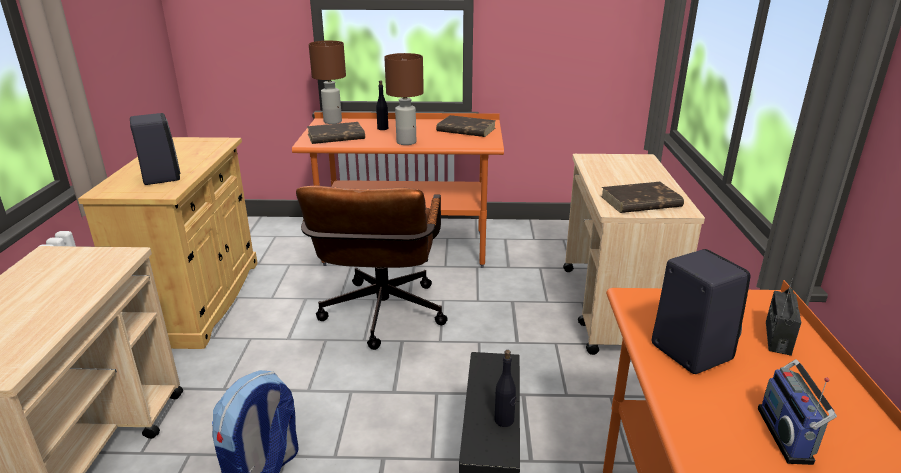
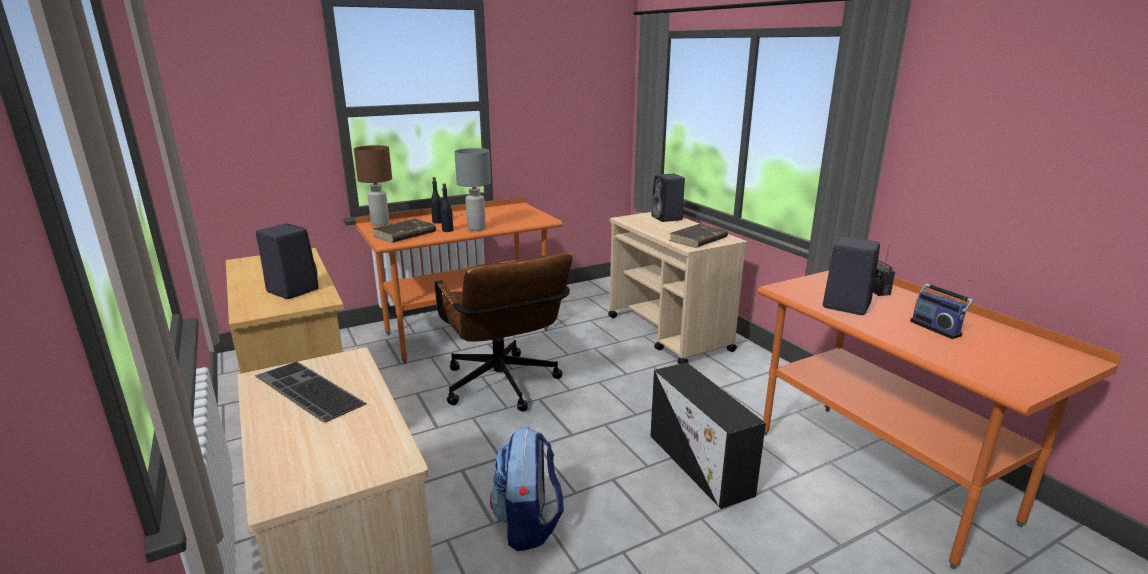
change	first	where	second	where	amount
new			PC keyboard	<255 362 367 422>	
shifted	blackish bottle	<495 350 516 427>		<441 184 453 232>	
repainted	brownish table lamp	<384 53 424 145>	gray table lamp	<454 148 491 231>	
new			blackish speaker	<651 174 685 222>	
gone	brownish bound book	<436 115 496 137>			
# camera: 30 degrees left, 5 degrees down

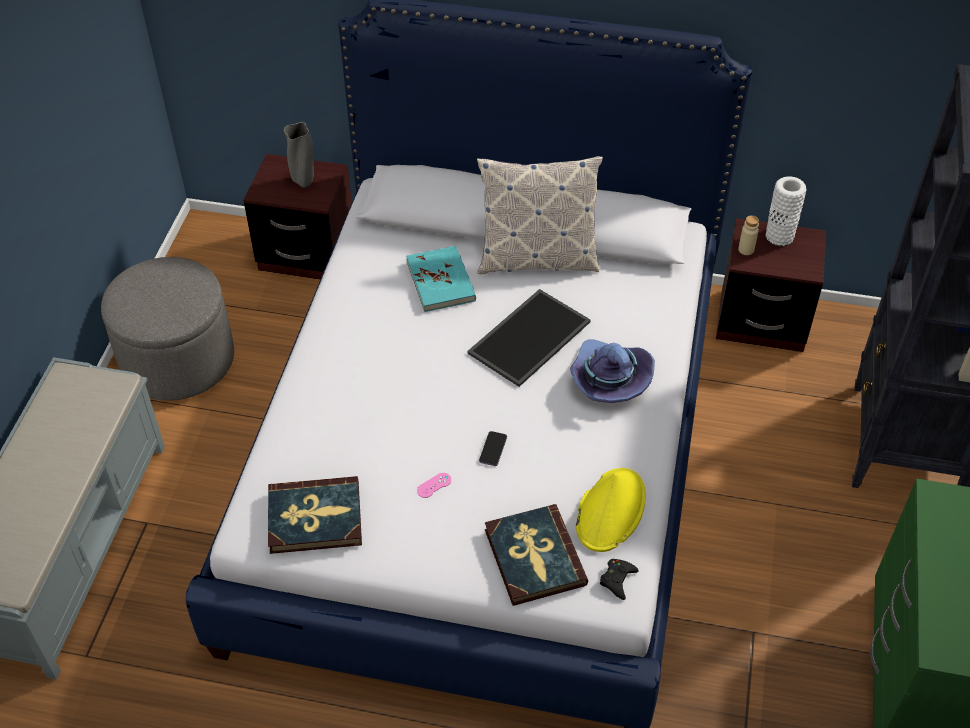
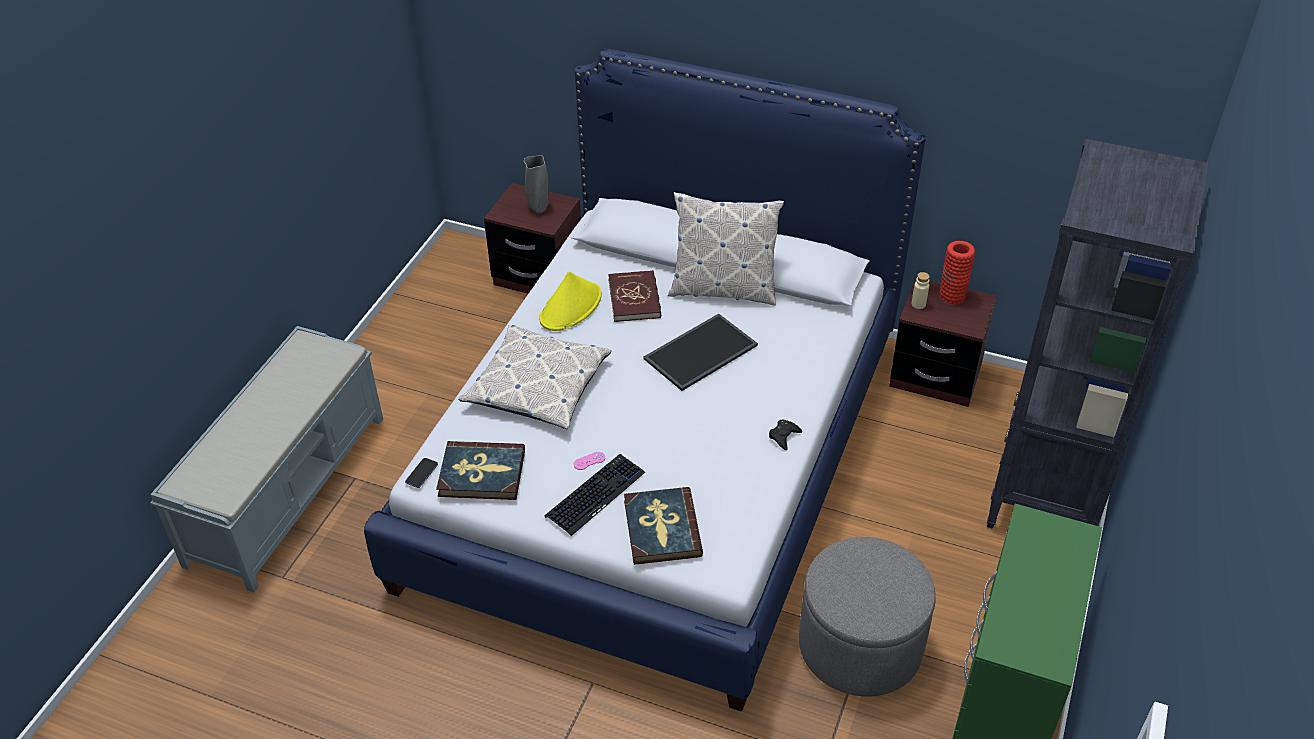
change	first	where	second	where	amount
shifted	phone	<479 431 507 466>		<405 458 438 488>	
new			pillow	<458 324 612 429>	
shifted	yellow-coloured wearable hat	<576 468 646 552>		<539 272 602 331>	
new			PC keyboard	<545 454 645 536>	
repainted	blue-green bound book	<406 246 476 312>	reddish bound book	<608 270 661 322>	
shifted	blackish joypad	<600 559 639 600>		<769 420 802 450>	
shifted	gray ottoman	<101 257 234 401>		<799 537 936 697>	
repainted	white-coloured vase	<766 176 807 246>	reddish vase	<939 241 975 305>	
gone	purple-coloured wearable hat	<570 339 655 403>			
# camera: 10 degrees right, 5 degrees down

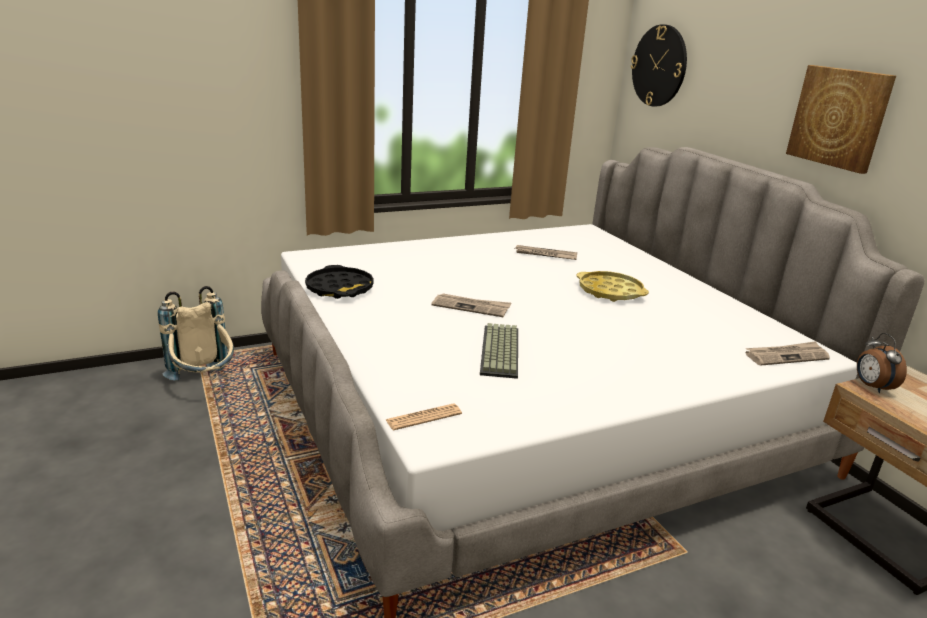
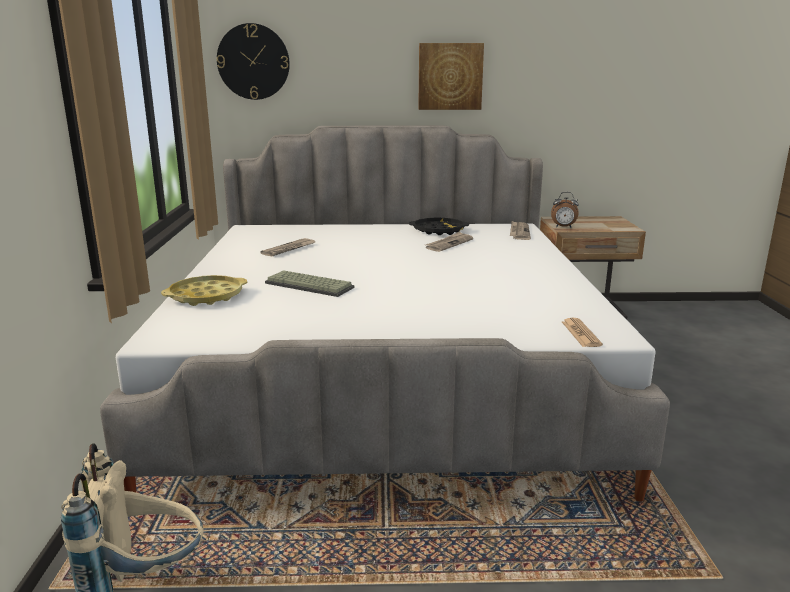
change	first	where	second	where	amount
shifted	yellow-coloured tray	<576 271 649 302>		<161 275 247 306>	
shifted	PC keyboard	<480 323 518 379>		<265 270 354 297>	
shifted	blackish tray	<305 265 374 299>		<409 218 469 235>	
shifted	daily paper	<431 293 511 317>		<426 231 473 252>	
# camera: 65 degrees left, 5 degrees down

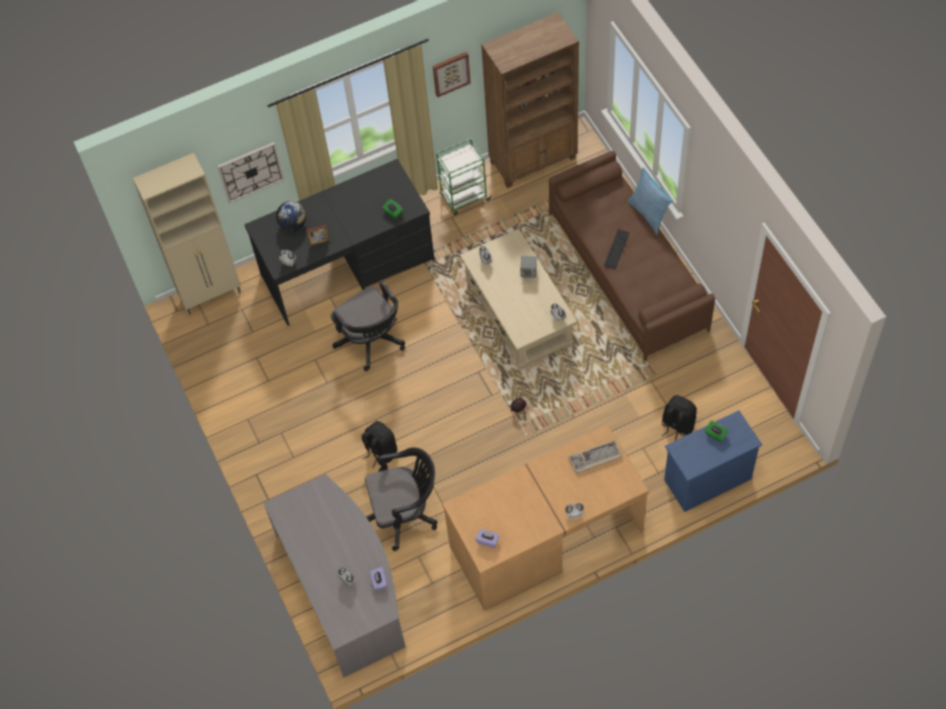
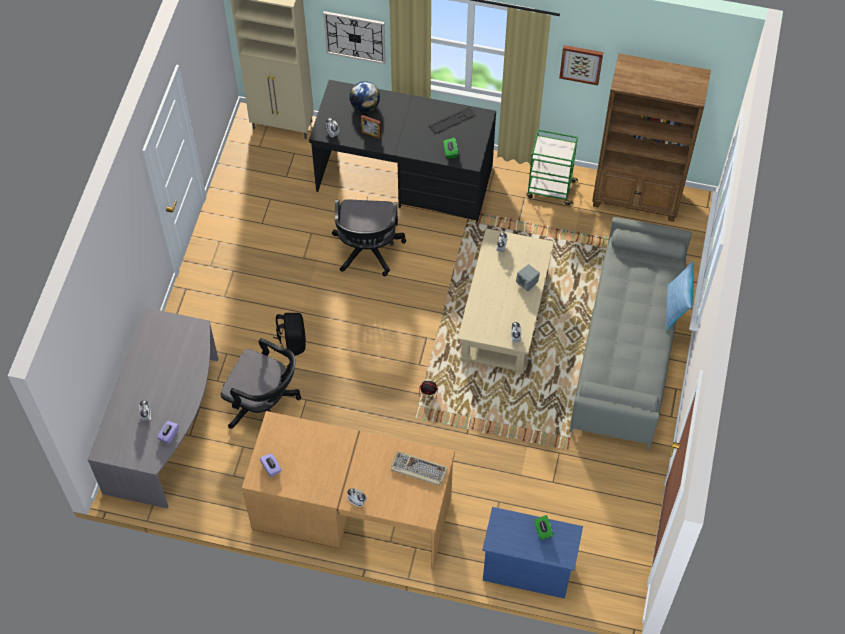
change	first	where	second	where	amount
shifted	PC keyboard	<604 229 630 269>		<429 107 476 135>	
repainted	brownish settee	<549 151 715 361>	gray settee	<570 217 692 449>	
gone	blackish rucksack	<661 395 697 441>			
# camera: 35 degrees right, 0 degrees up

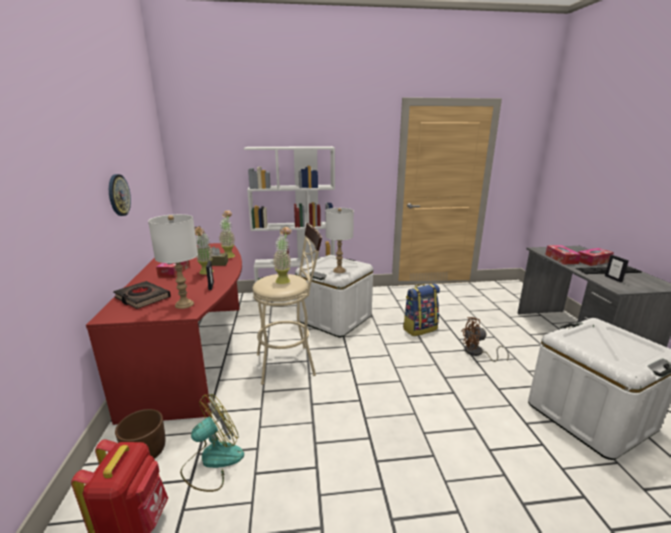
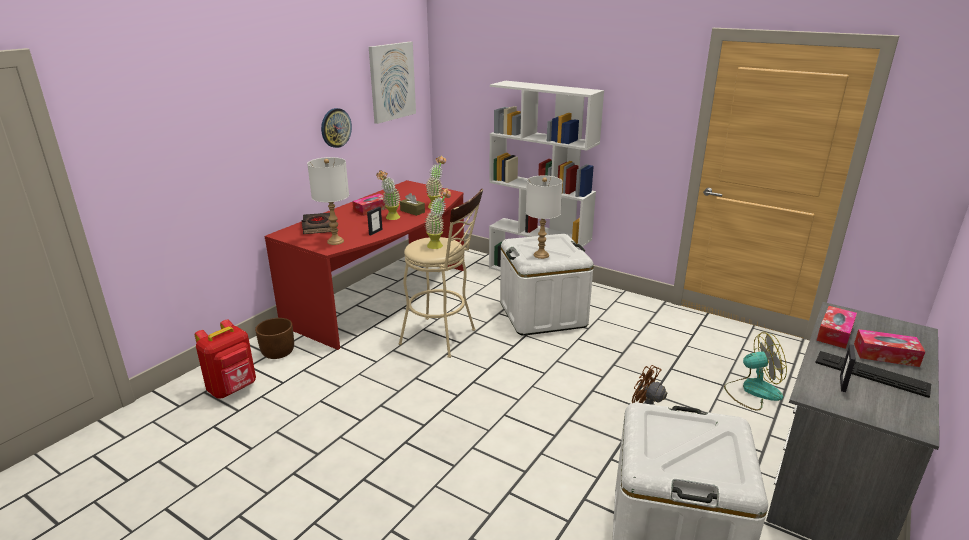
change	first	where	second	where	amount
new			wall picture	<369 42 416 124>	
shifted	cooling fan	<180 394 244 492>		<724 332 787 411>	
gone	rucksack	<403 284 440 336>			
# camera: 40 degrees right, 5 degrees up

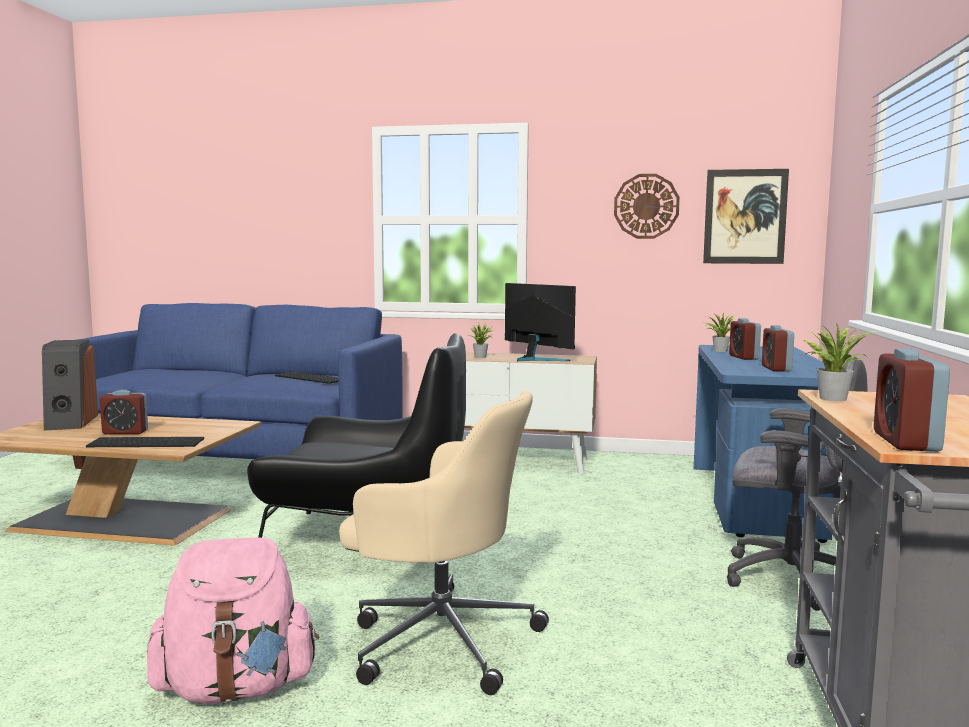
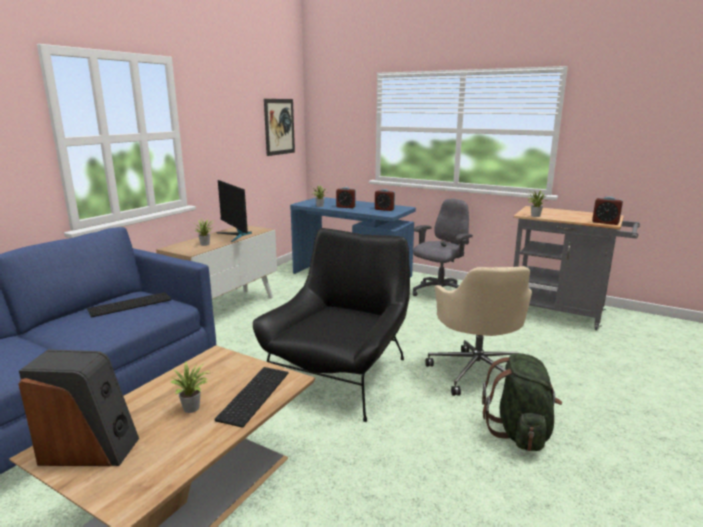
change	first	where	second	where	amount
swapped	bedside clock	<100 390 148 434>	houseplant	<170 362 209 413>	
rotated	computer screen	<505 283 576 361>		<217 180 252 242>	105 degrees counterclockwise
rotated	sand-coloured computer chair	<339 391 549 695>		<425 266 532 396>	135 degrees clockwise
repainted	pinkish rucksack	<147 538 319 704>	greenish rucksack	<482 353 562 451>	
gone	wall clock	<614 174 680 239>			
# camera: 70 degrees left, 10 degrees up

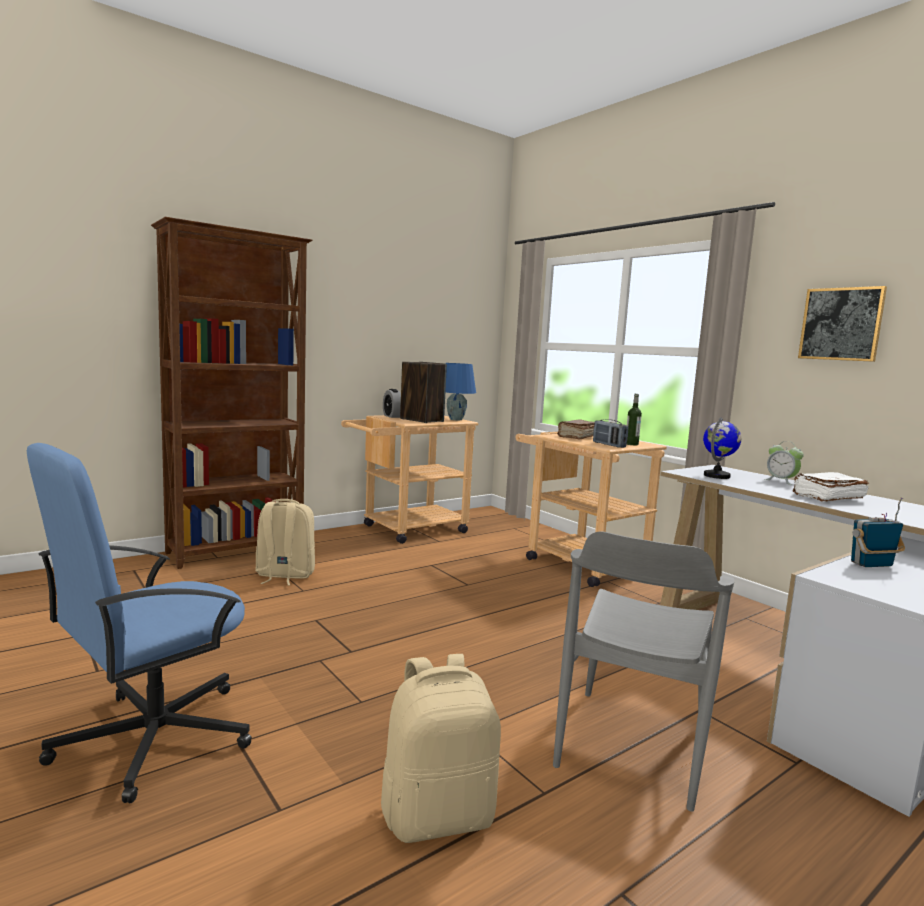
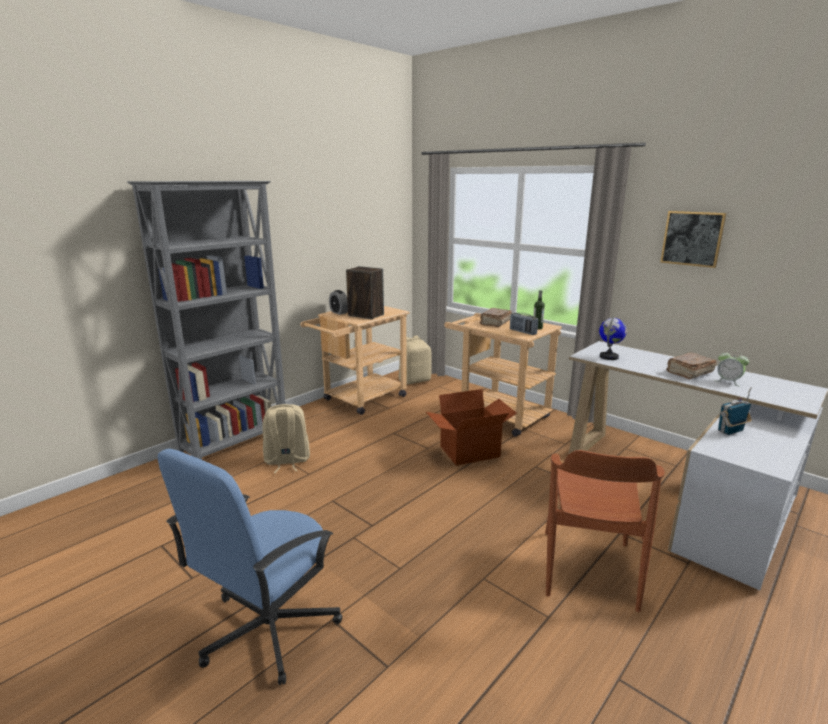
change	first	where	second	where	amount
repainted	brownish shelving unit	<151 217 313 569>	gray shelving unit	<127 181 286 460>	
shifted	sand-coloured rucksack	<381 654 501 843>		<398 335 431 385>	
new			carton	<426 389 517 466>	
repainted	gray upright chair	<553 531 734 812>	brownish upright chair	<545 450 665 612>	
repainted	white-coloured bound book	<793 472 869 502>	brownish bound book	<666 353 717 379>	
shifted	bedside clock	<765 441 804 485>		<716 350 749 386>	
gone	blue table lamp	<445 363 476 420>			
# camera: 10 degrees left, 10 degrees up

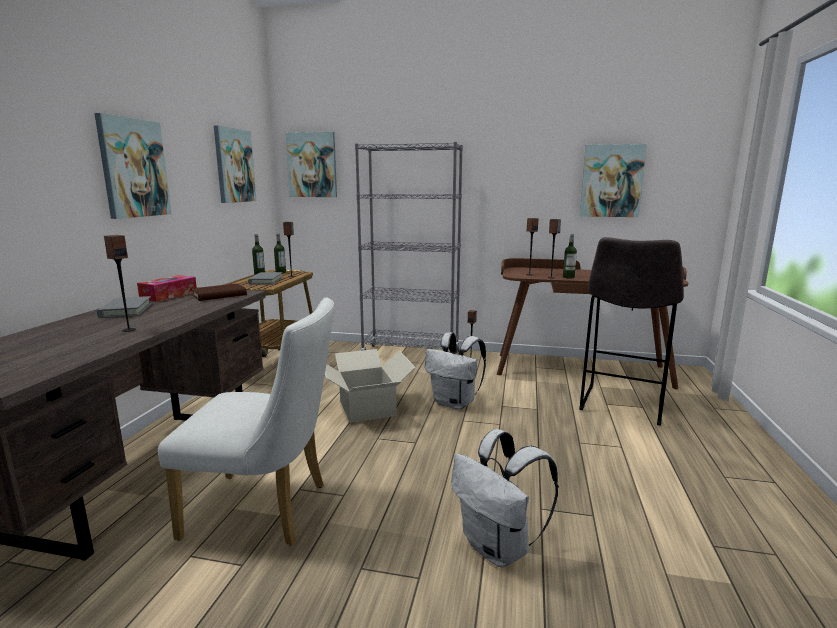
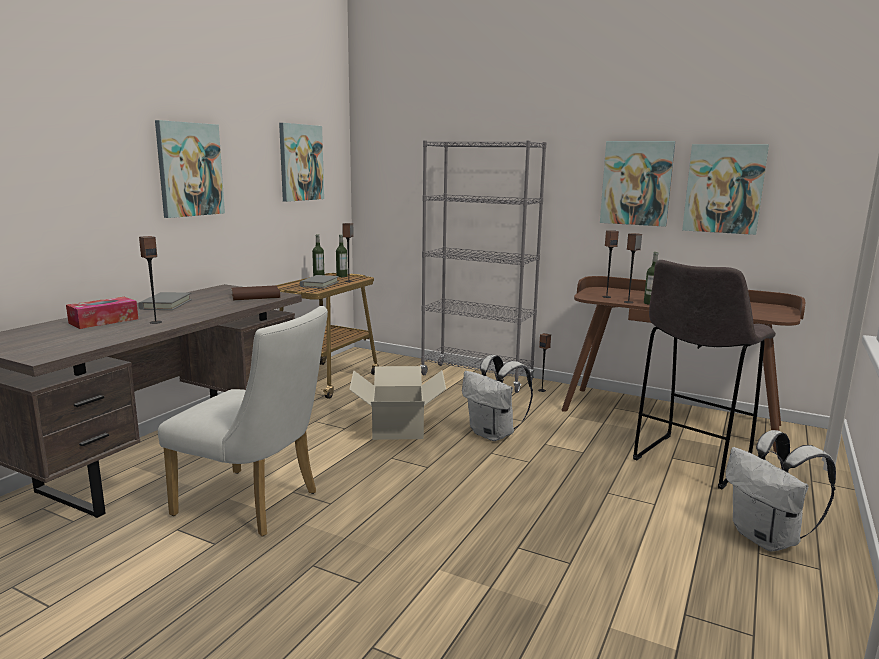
change	first	where	second	where	amount
shifted	box of tissues	<137 275 197 302>		<66 297 138 329>	
shifted	wall picture	<285 132 337 197>		<600 141 675 227>	
shifted	white-coloured rucksack	<451 429 559 567>		<726 430 836 552>	
# camera: 15 degrees right, 0 degrees up

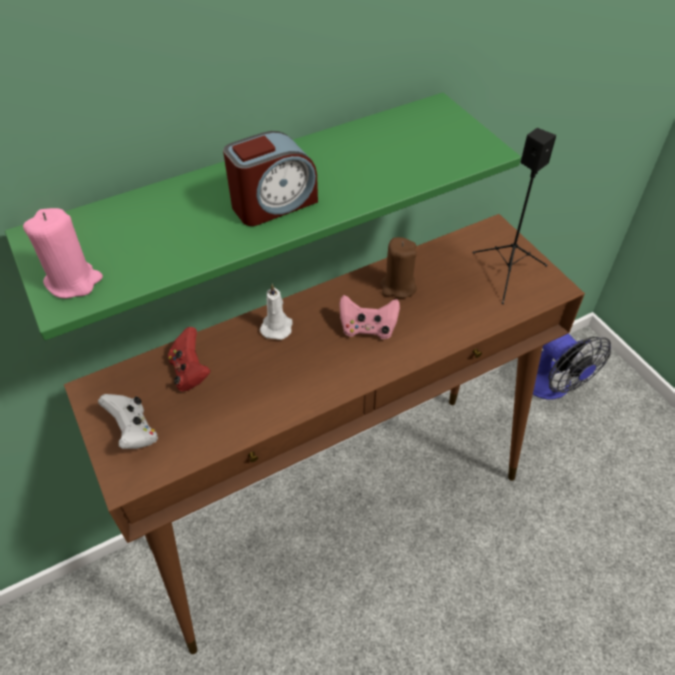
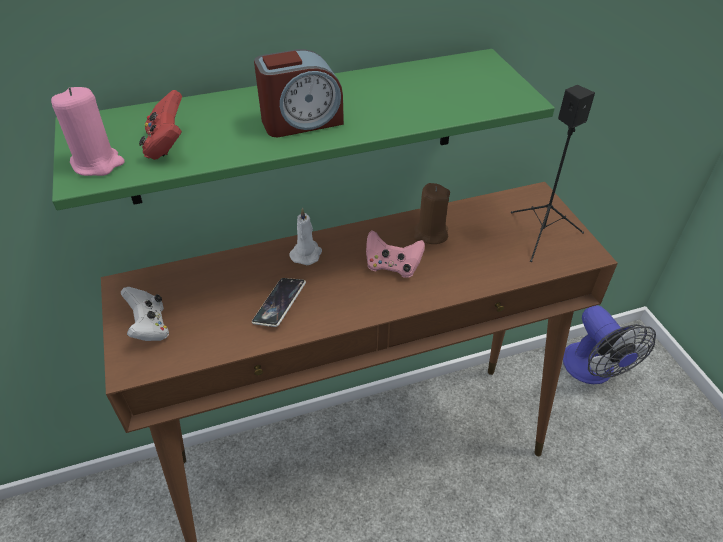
change	first	where	second	where	amount
shifted	reddish joypad	<168 327 211 392>		<139 90 182 160>	
new			phone	<252 278 306 327>	
# camera: 10 degrees right, 5 degrees down

